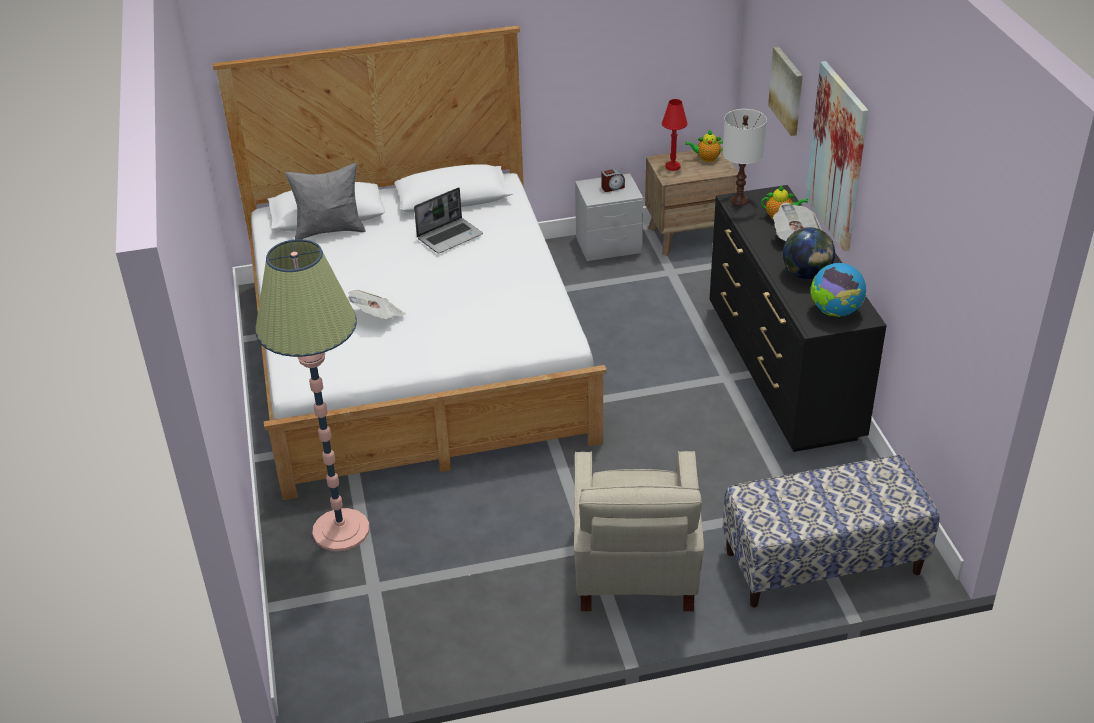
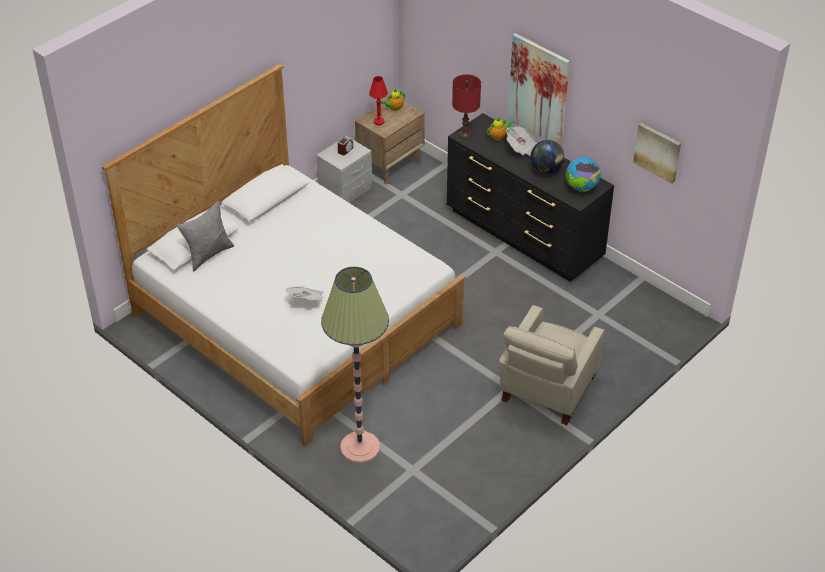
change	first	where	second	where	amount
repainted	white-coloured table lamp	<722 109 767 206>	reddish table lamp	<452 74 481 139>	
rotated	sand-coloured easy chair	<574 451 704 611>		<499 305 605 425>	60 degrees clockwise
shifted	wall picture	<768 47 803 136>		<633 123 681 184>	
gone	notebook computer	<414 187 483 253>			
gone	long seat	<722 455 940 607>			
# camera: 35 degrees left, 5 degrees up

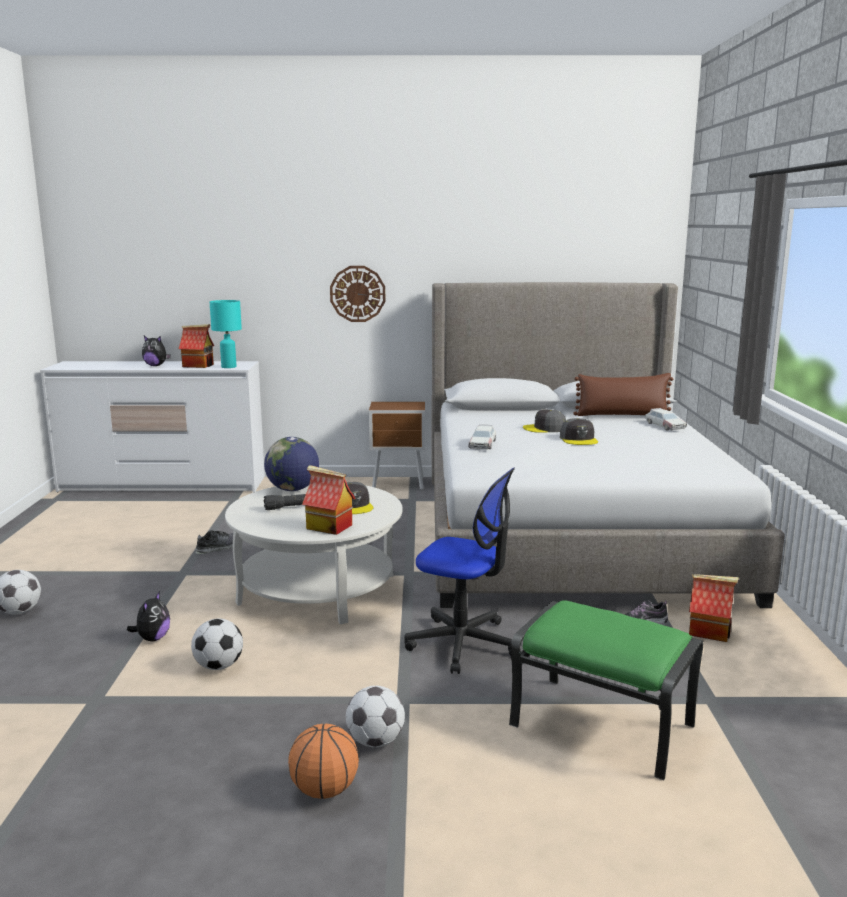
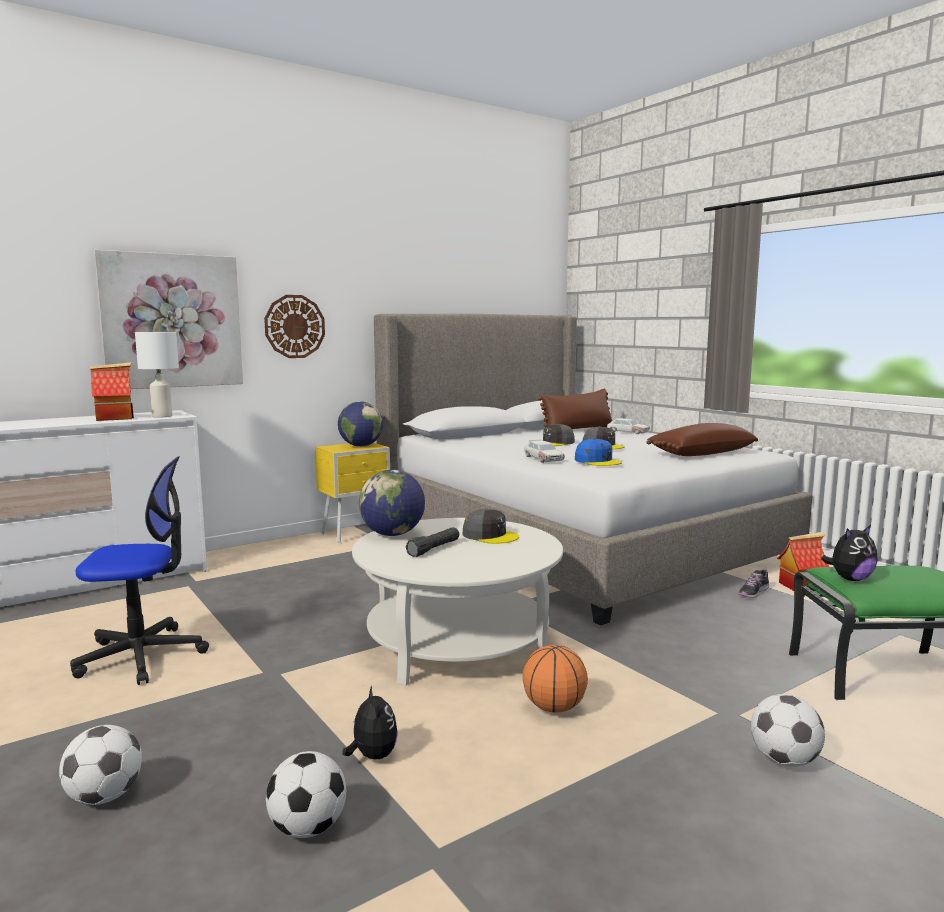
change	first	where	second	where	amount
shifted	computer chair	<404 468 521 674>		<70 456 209 685>	
new			wall picture	<94 250 243 389>	
repainted	blue-green table lamp	<210 300 242 368>	white-coloured table lamp	<135 332 179 418>	
shifted	football	<191 618 243 670>		<266 751 346 838>	
repainted	brownish bedside table	<369 402 425 490>	yellow-coloured bedside table	<315 443 390 543>	
new			globe	<338 401 383 447>	
shifted	basketball ball	<288 724 359 799>		<522 645 588 713>	
new			blue baseball cap	<575 439 622 466>	
new			brownish pillow	<647 423 758 456>	
shifted	cuddly toy	<142 336 171 366>		<821 525 878 581>	
gone	shoe	<195 530 233 554>			
gone	miniature house	<302 465 356 535>			
# camera: 35 degrees left, 5 degrees down

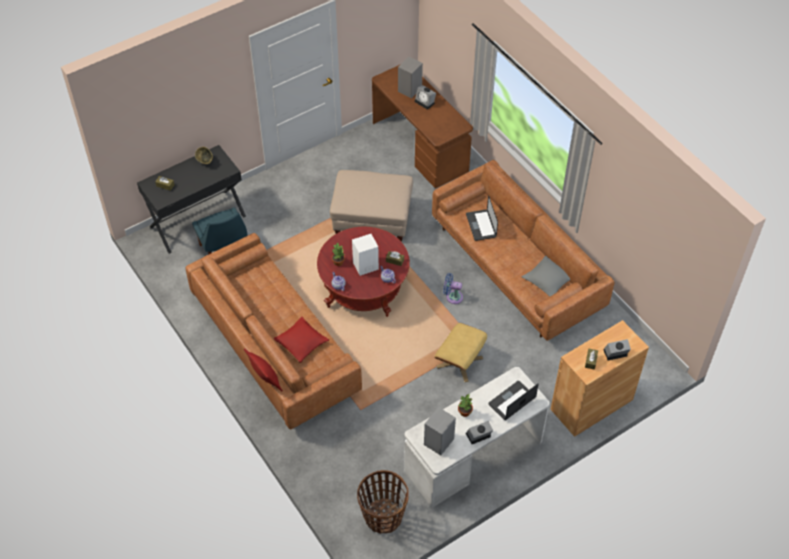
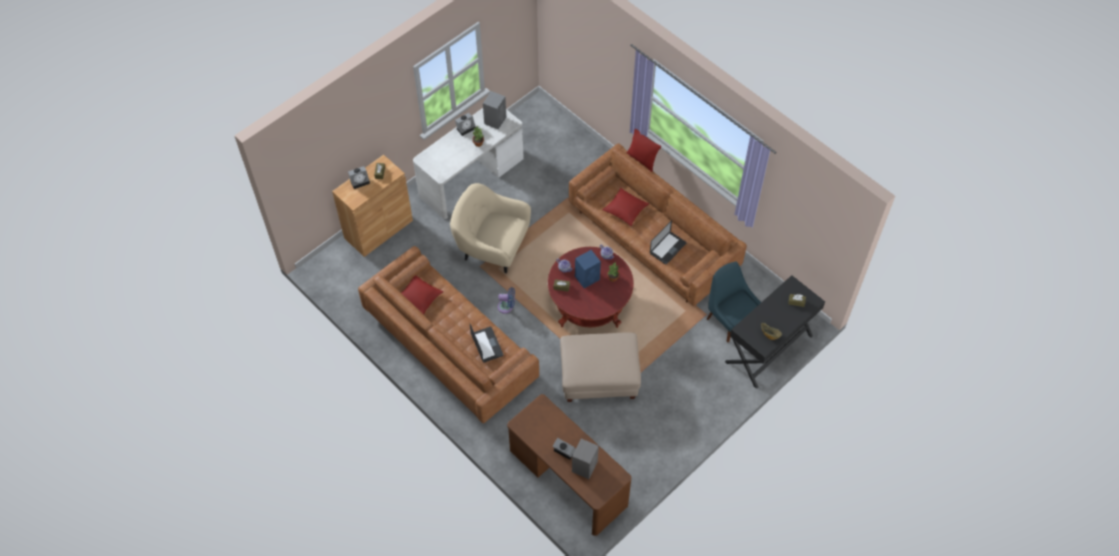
change	first	where	second	where	amount
repainted	gray pillow	<522 256 570 297>	reddish pillow	<401 275 444 315>	
swapped	sand-coloured ottoman	<435 323 487 382>	sand-coloured easy chair	<450 183 531 273>	
repainted	white-coloured speaker	<352 234 379 276>	blue speaker	<575 250 601 288>	
shifted	notebook computer	<488 381 539 420>		<650 220 686 265>	
gone	household basket	<357 470 409 534>			
# camera: 170 degrees right, 5 degrees up

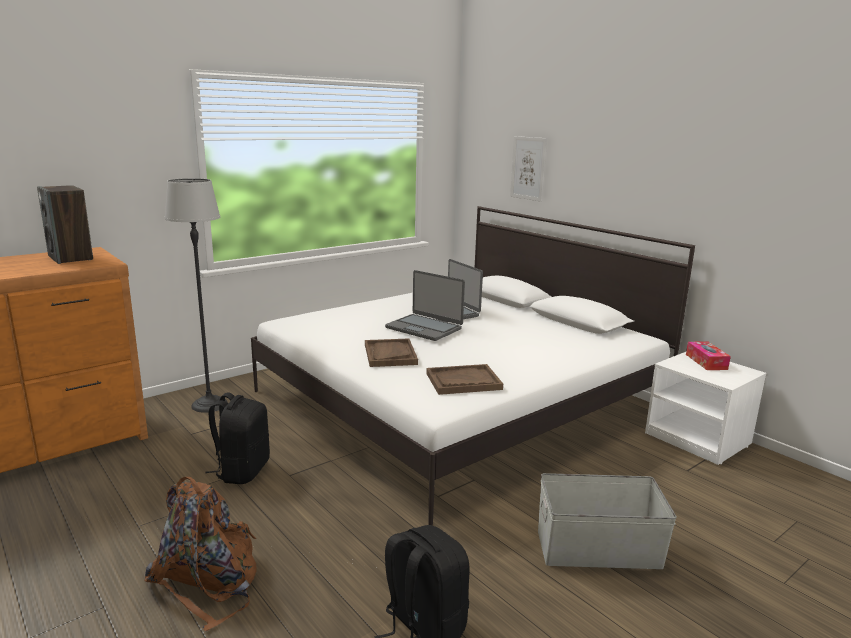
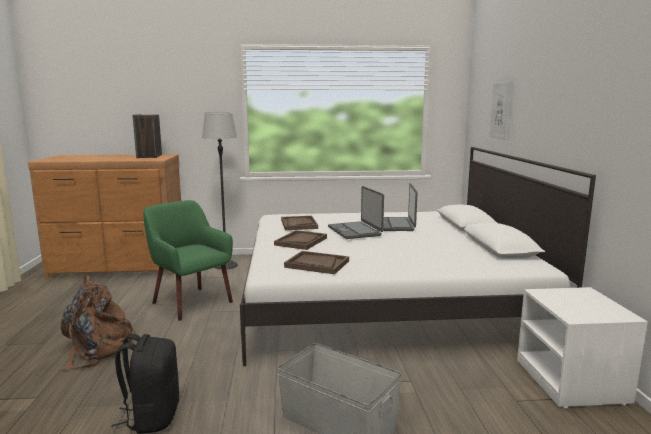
change	first	where	second	where	amount
swapped	blackish rucksack	<205 393 270 484>	greenish easy chair	<143 200 233 321>	
new			brownish tray	<281 216 318 230>	
gone	box of tissues	<686 341 731 370>			
# camera: 35 degrees right, 5 degrees down

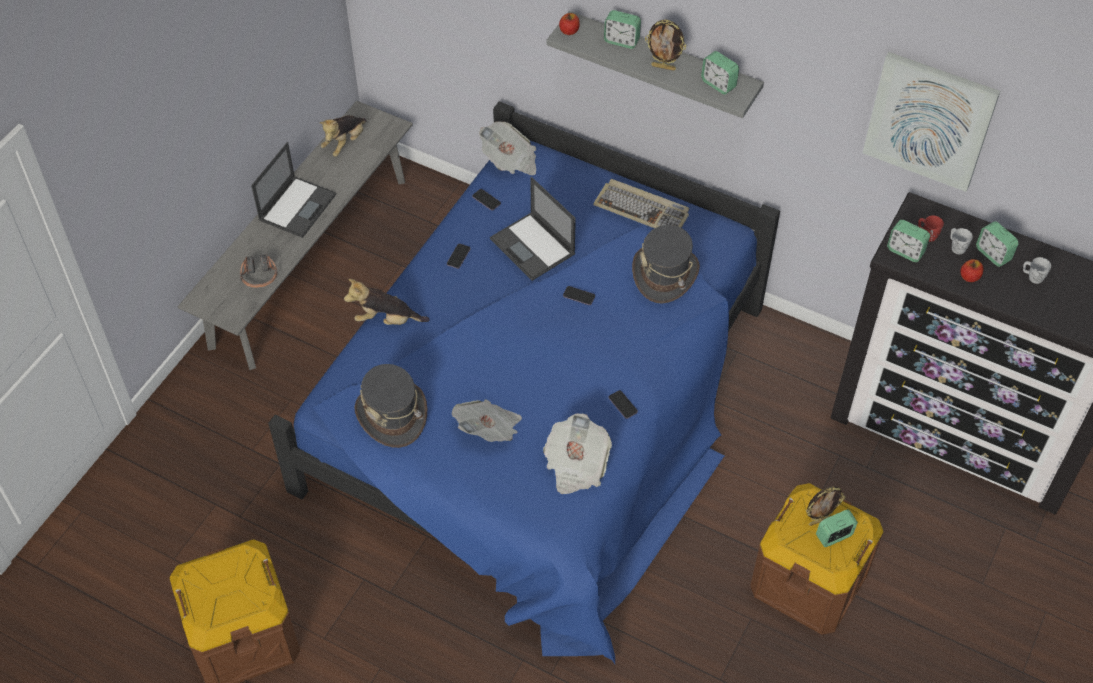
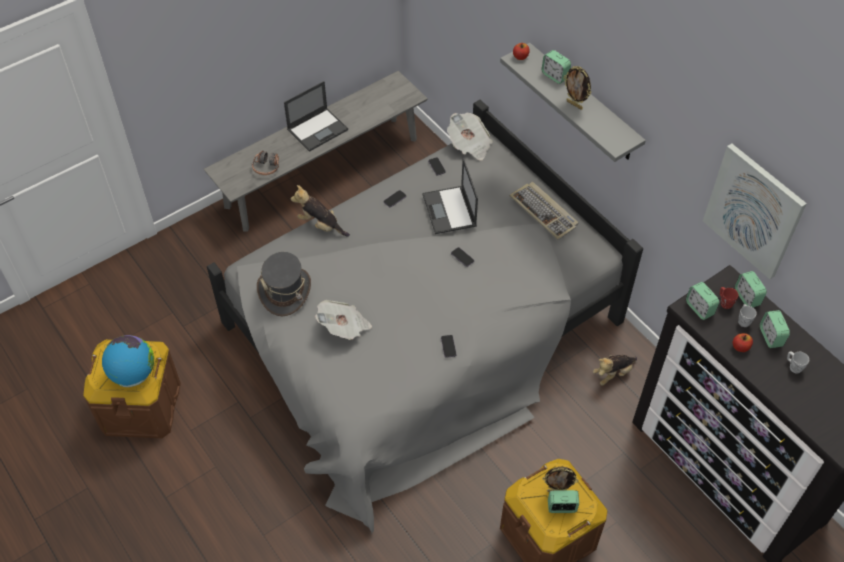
change	first	where	second	where	amount
new			globe	<102 335 154 387>	
repainted	blue sleeping bed	<268 101 780 664>	gray sleeping bed	<207 100 643 533>	
shifted	cuddly toy	<320 115 367 157>		<593 355 637 386>	
shifted	bedside clock	<701 51 739 94>		<735 271 767 307>	
gone	daily paper	<543 413 612 494>			
gone	gray wearable hat	<632 225 700 304>			
# camera: 25 degrees right, 0 degrees up

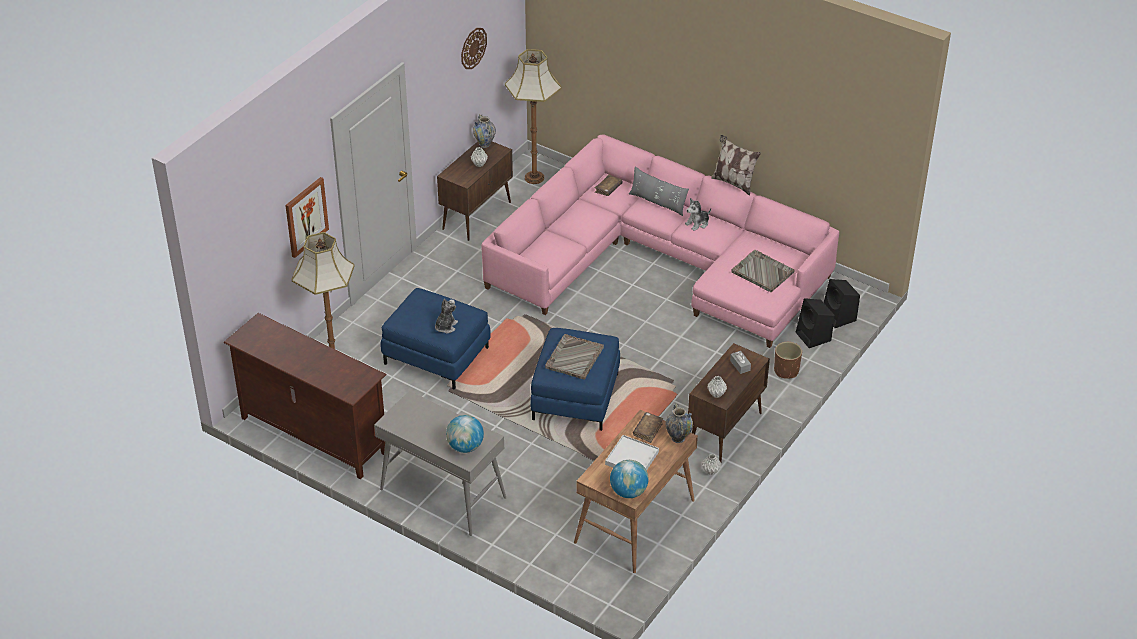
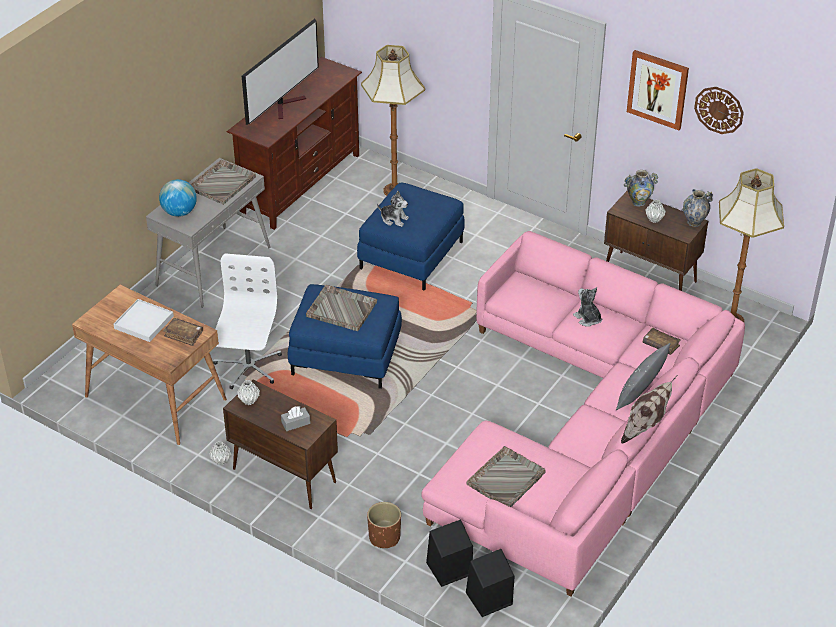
change	first	where	second	where	amount
new			gray tray	<191 160 256 205>	
new			white-coloured computer chair	<213 253 282 389>	
new			television	<242 19 319 125>	
shifted	cuddly toy	<685 198 711 231>		<573 287 602 327>	
shifted	vase	<666 403 693 443>		<624 170 658 207>	
shifted	wall picture	<285 177 329 258>		<627 50 689 130>	
gone	globe	<610 460 649 498>			
# camera: 90 degrees right, 0 degrees up

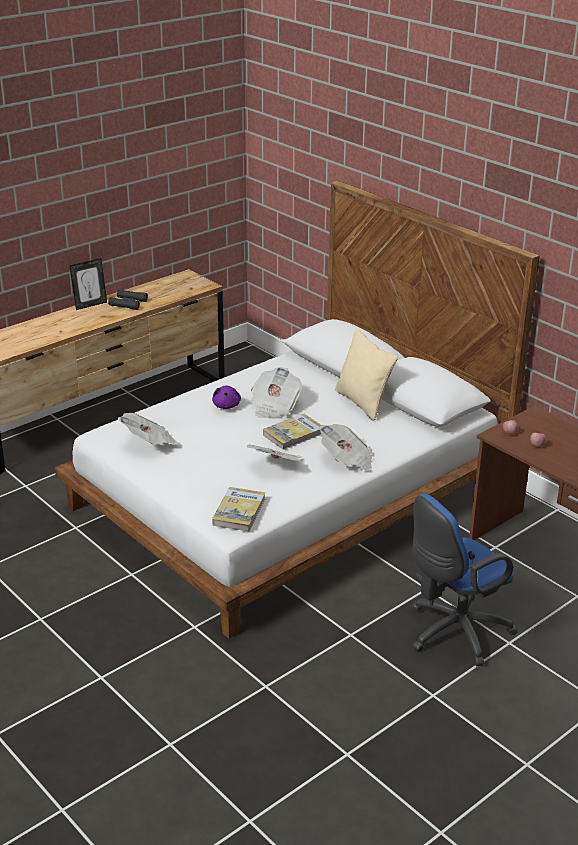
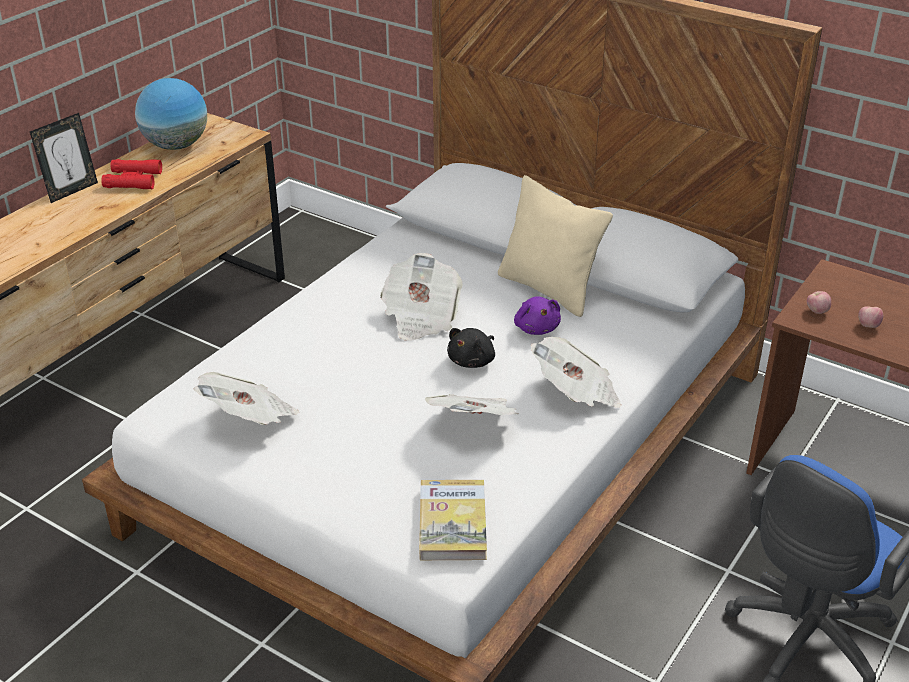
change	first	where	second	where	amount
repainted	blackish pair of binoculars	<108 290 148 310>	reddish pair of binoculars	<101 159 162 189>	
new			globe	<135 78 207 150>	
swapped	bound book	<263 414 322 450>	blackish cuddly toy	<447 328 495 368>	
shifted	purple-coloured cuddly toy	<212 385 241 409>		<514 296 561 335>	
# camera: 15 degrees left, 5 degrees up

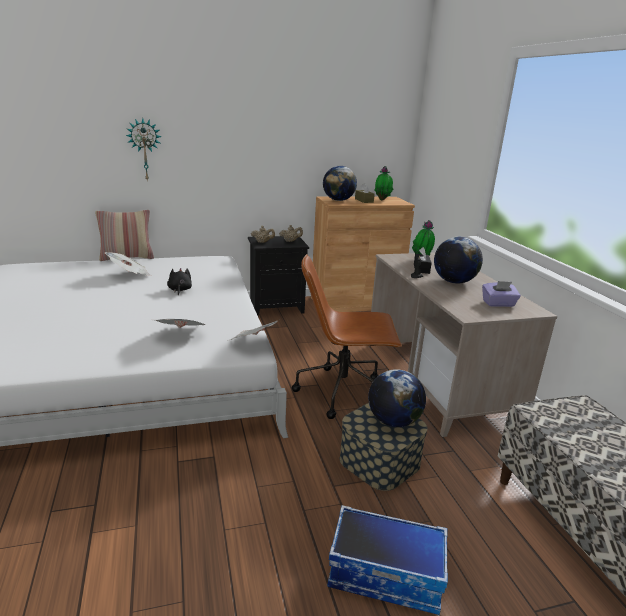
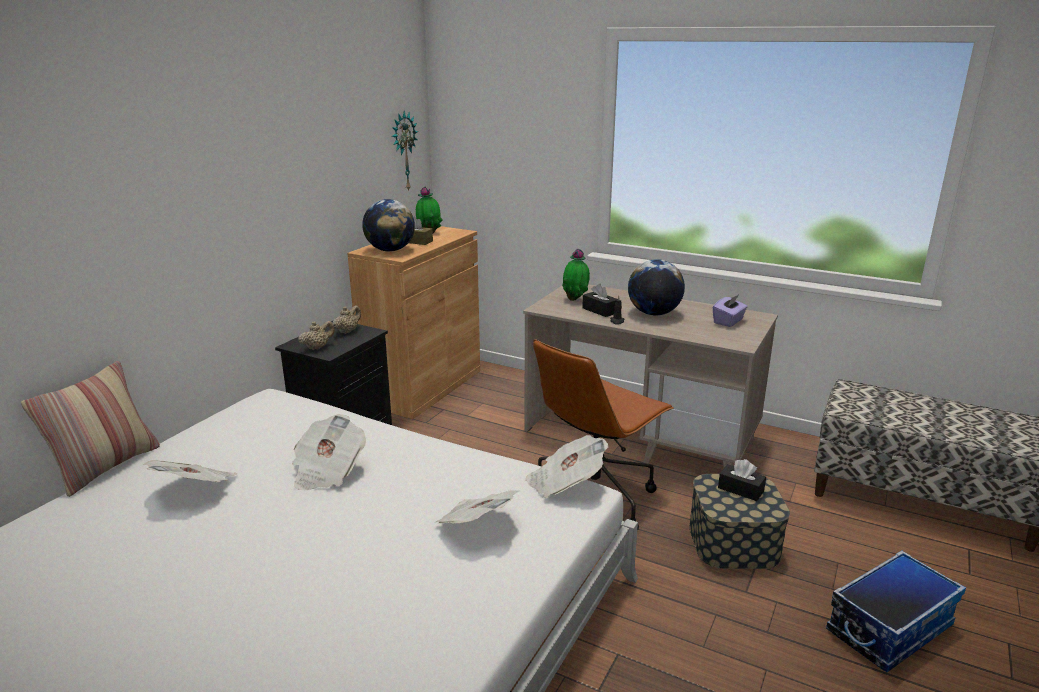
change	first	where	second	where	amount
swapped	blackish cuddly toy	<167 268 192 295>	daily paper	<292 414 366 490>	
shifted	wall clock	<126 118 162 182>		<392 111 418 192>	
swapped	globe	<368 369 426 427>	blackish box of tissues	<718 459 766 501>	
# camera: 45 degrees left, 0 degrees up

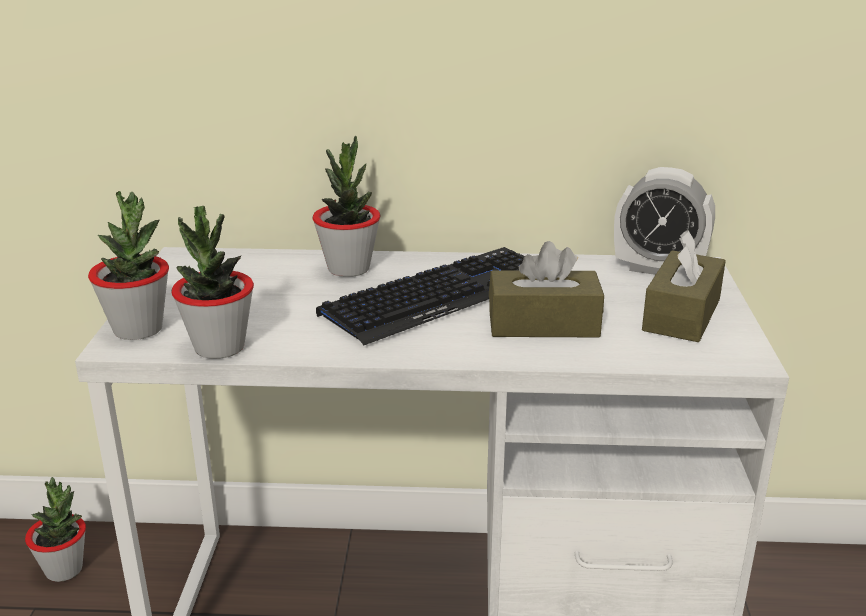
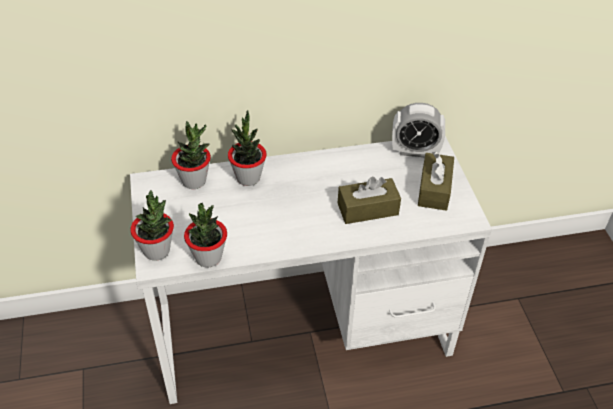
change	first	where	second	where	amount
shifted	houseplant	<25 477 86 582>		<171 121 211 189>	
gone	PC keyboard	<316 247 525 345>			
# camera: 15 degrees left, 20 degrees up

